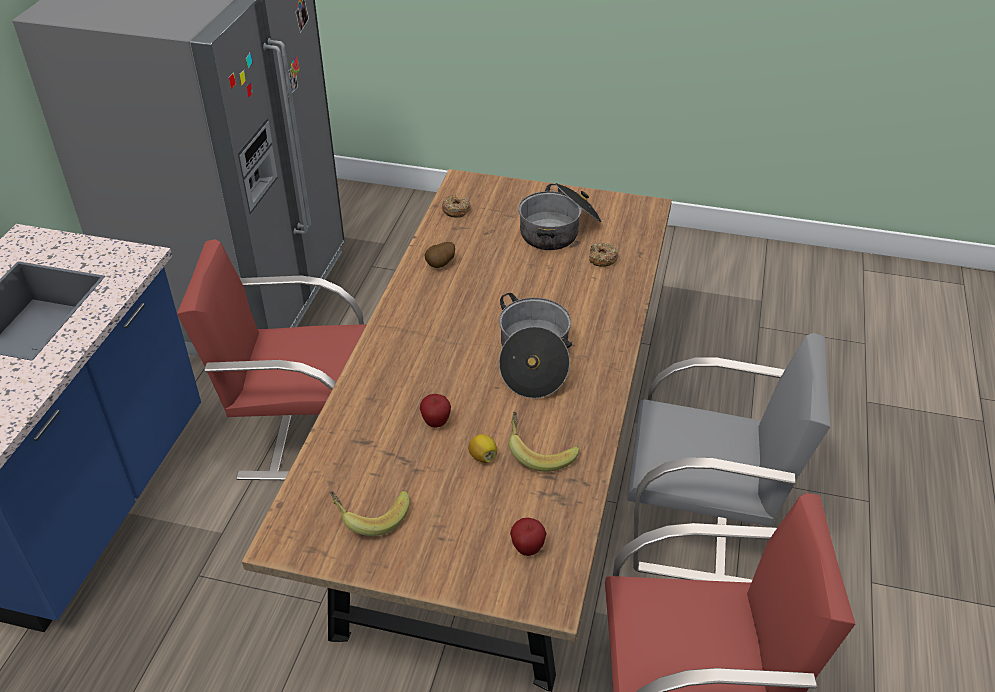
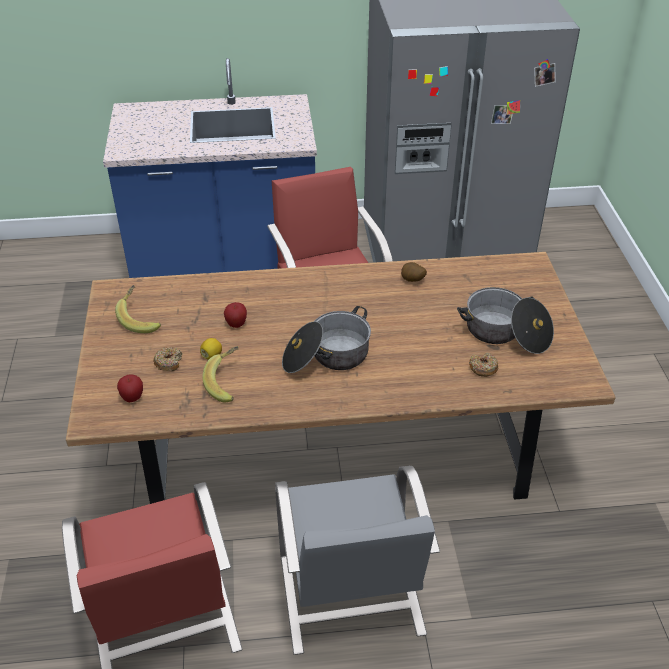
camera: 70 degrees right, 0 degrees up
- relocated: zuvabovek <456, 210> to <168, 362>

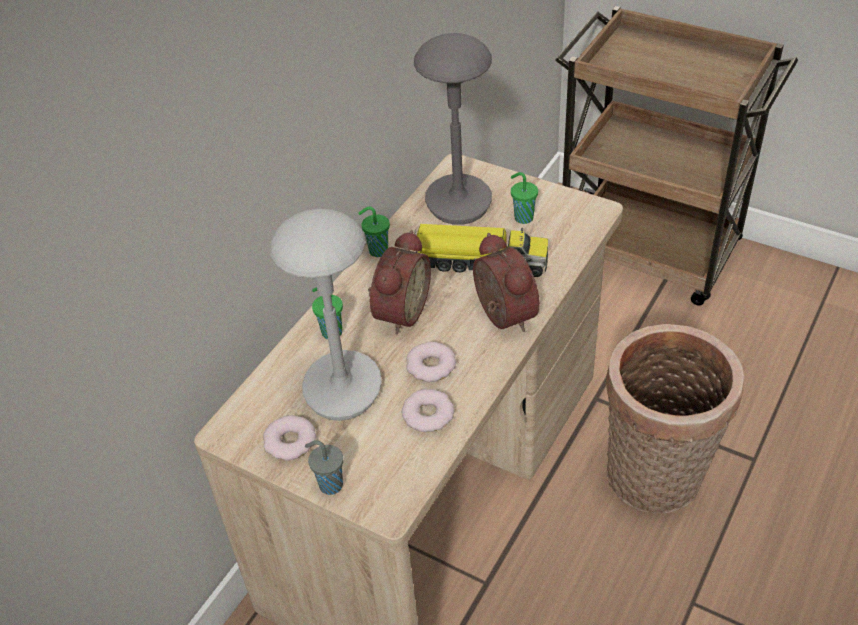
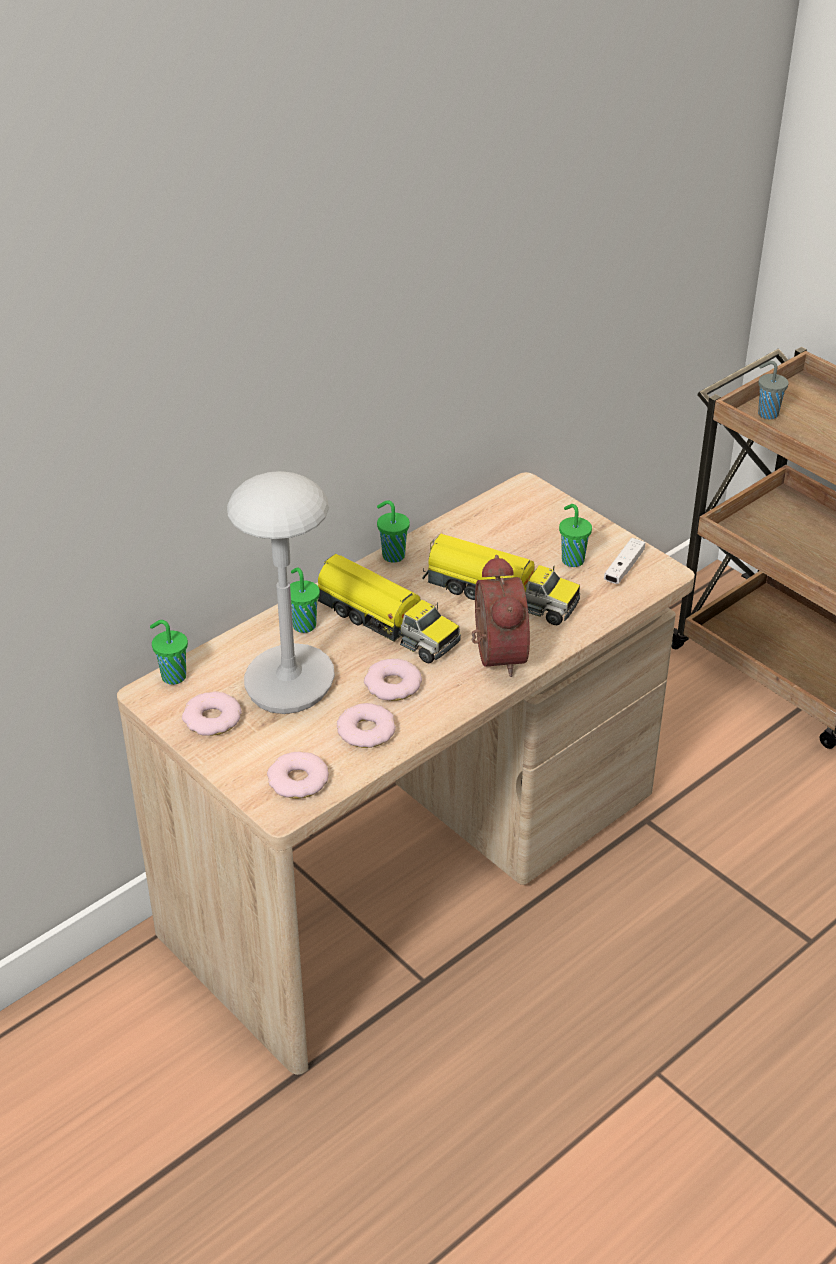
camera: 15 degrees right, 5 degrees down
- appeared: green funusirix <172, 676>
- appeared: zuvabovek <298, 781>
- exchanged: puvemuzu <399, 311> to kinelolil <385, 623>
- appeared: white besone <624, 568>
- relocated: grey funusirix <329, 485> to <766, 413>
- missing: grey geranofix <459, 202>
- missing: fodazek <656, 480>

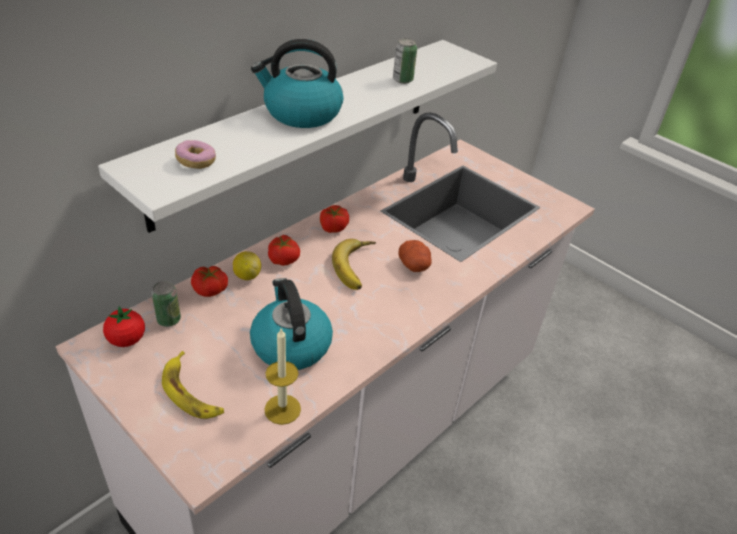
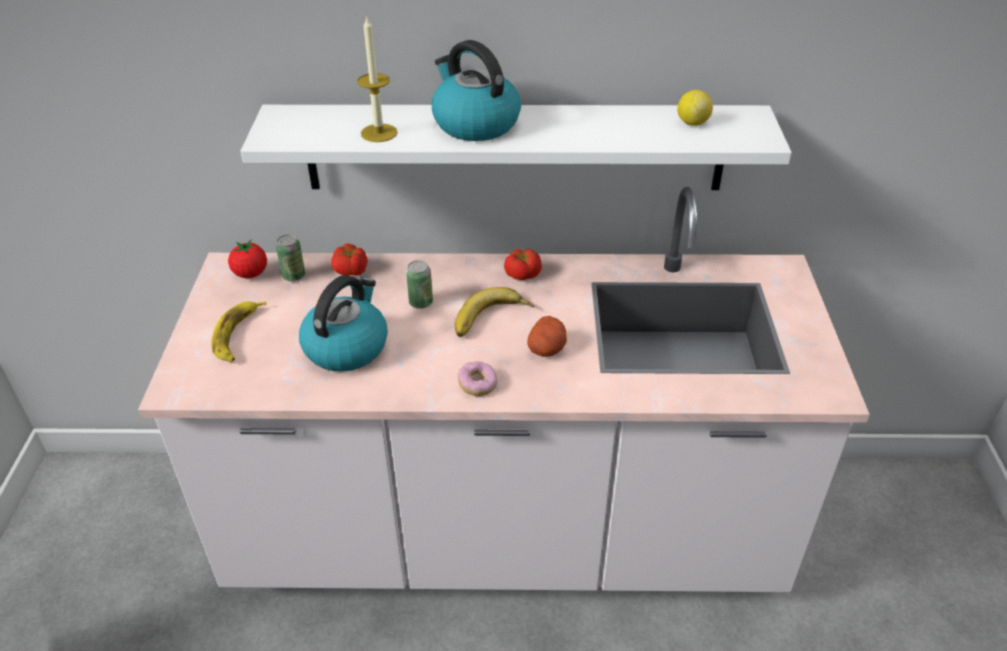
camera: 50 degrees right, 0 degrees up
- relocated: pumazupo <282, 409> to <379, 133>
- relocated: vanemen <402, 80> to <421, 302>
- relocated: zuvabovek <196, 162> to <477, 385>
- relocated: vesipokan <247, 275> to <692, 122>
- missing: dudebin <284, 259>

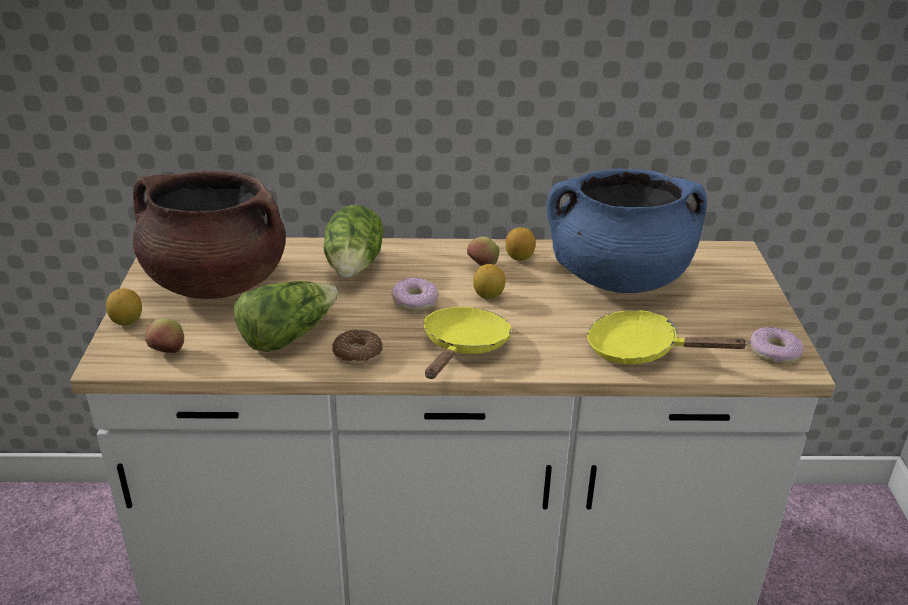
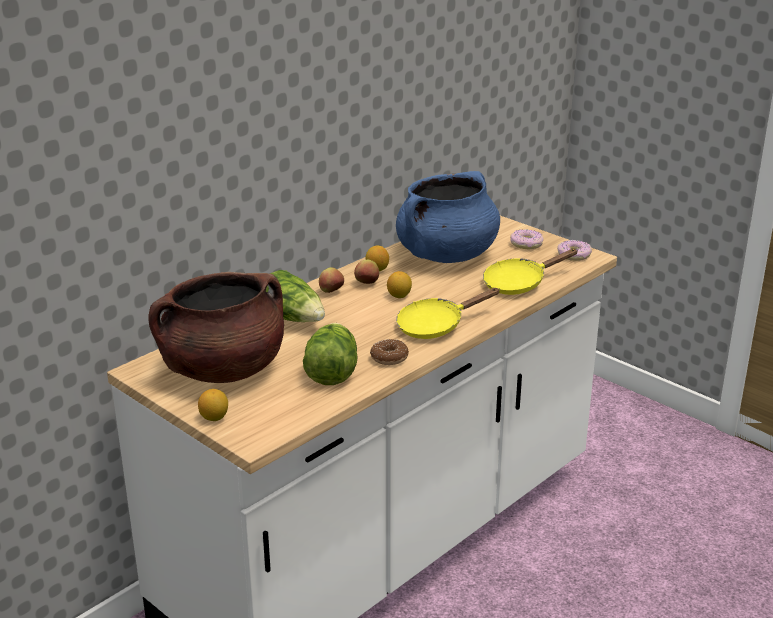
camera: 45 degrees left, 5 degrees down
- relocated: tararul <168, 352> to <331, 292>
- spun: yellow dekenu <463, 347> = <436, 326> 90 degrees counterclockwise
- relocated: zuvabovek <415, 301> to <526, 244>

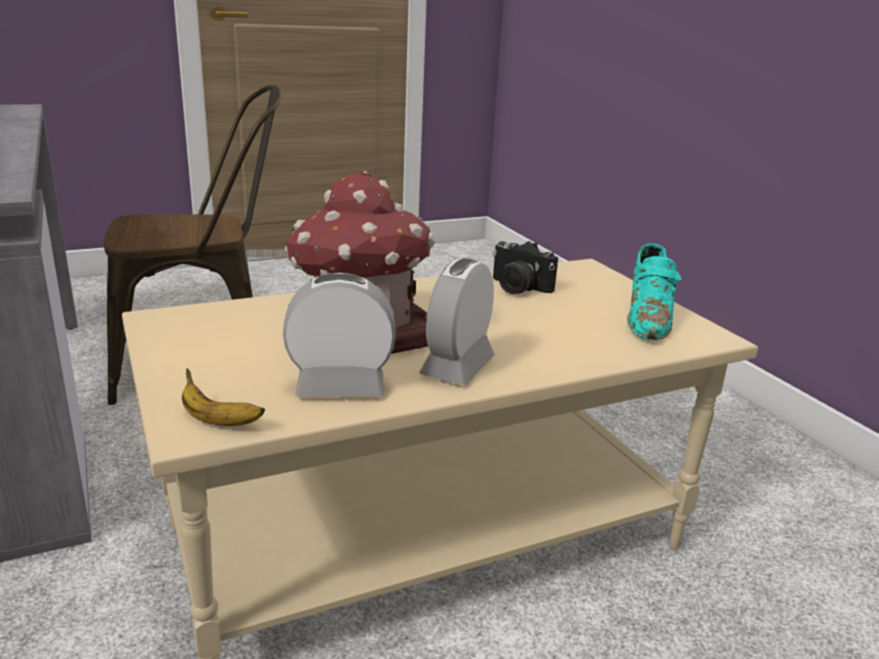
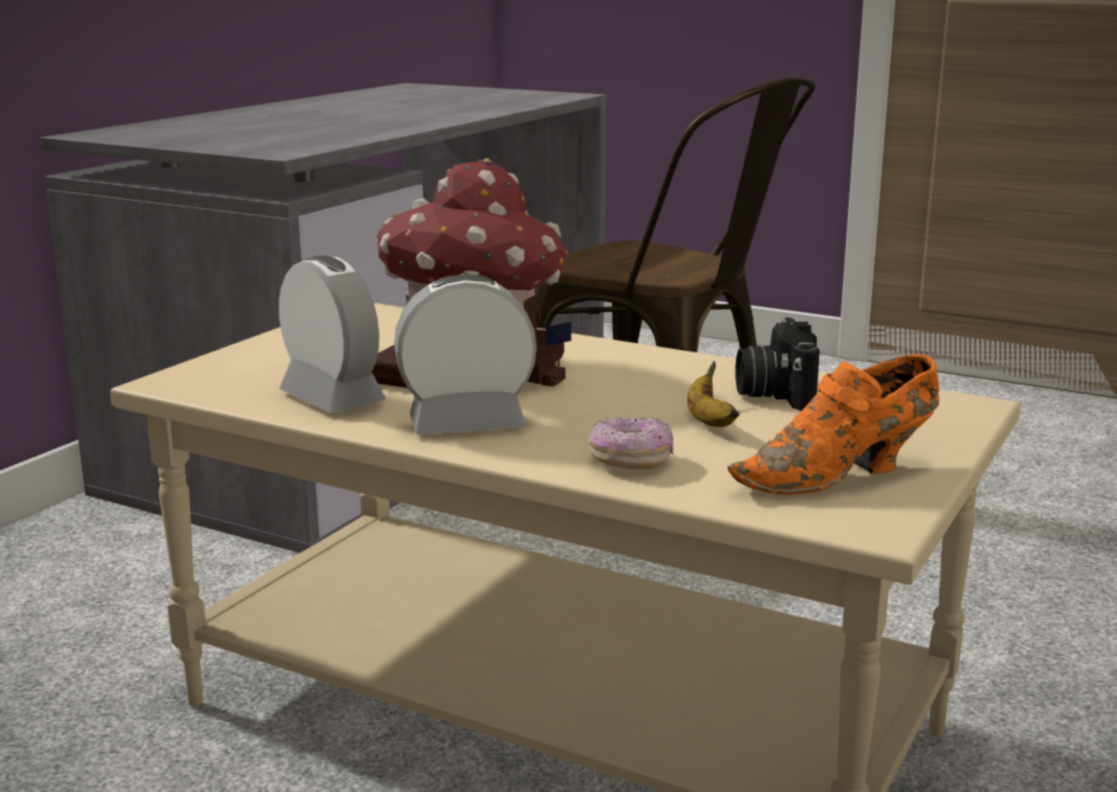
camera: 55 degrees right, 5 degrees down
- appeared: zuvabovek <630, 462>
- relocated: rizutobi <217, 421> to <709, 421>
- colour: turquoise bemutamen <648, 319> to orange bemutamen <841, 476>

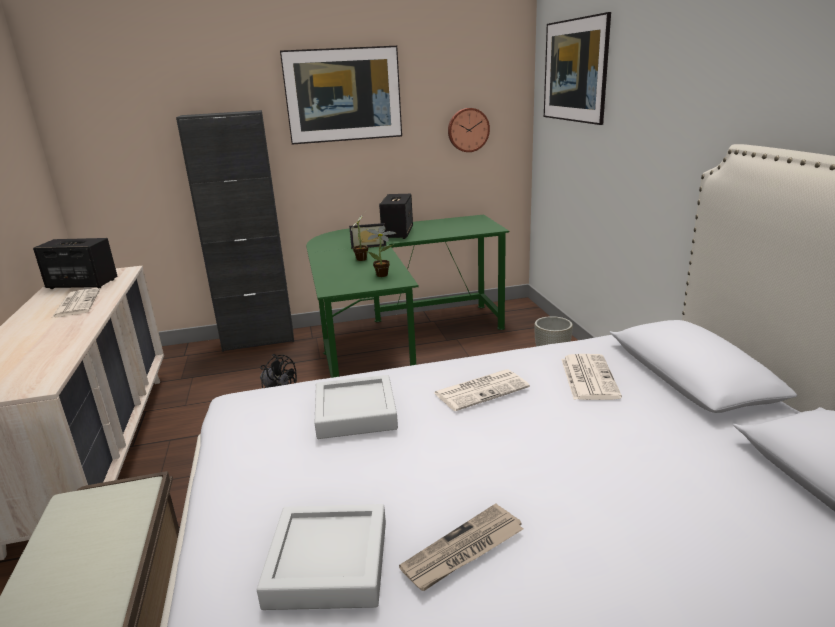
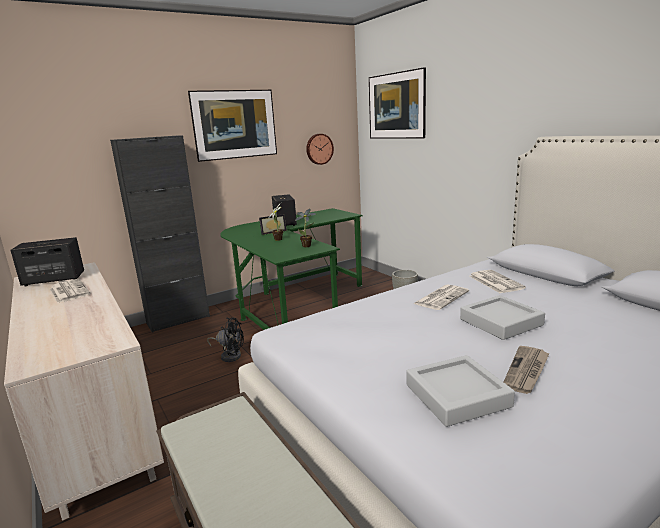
camera: 20 degrees left, 5 degrees down
- relocated: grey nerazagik <355, 413> to <501, 322>

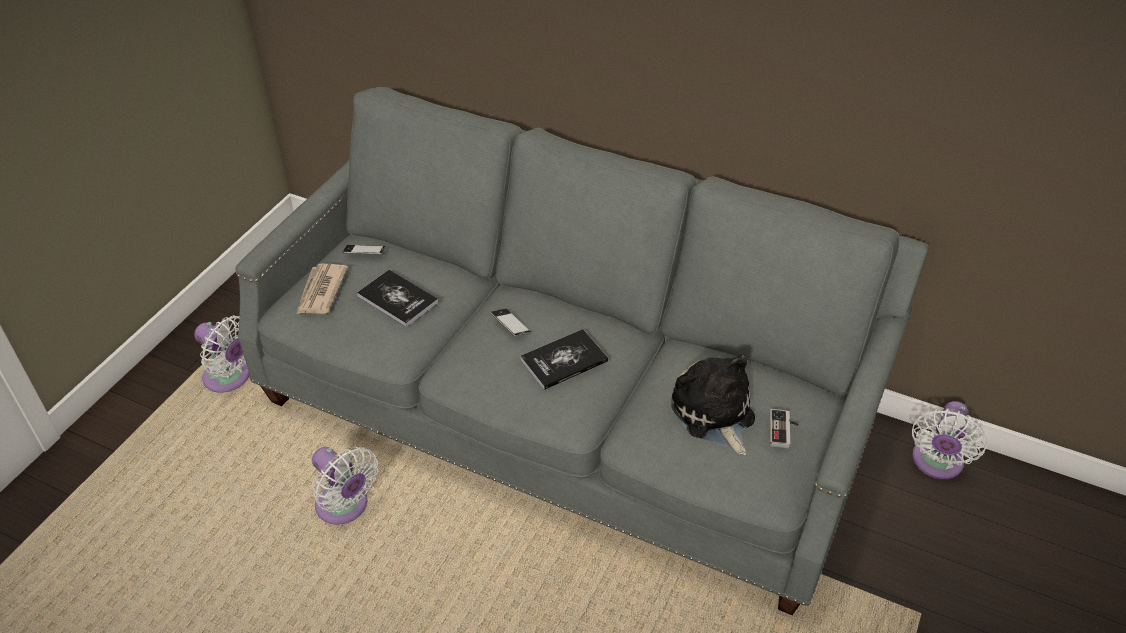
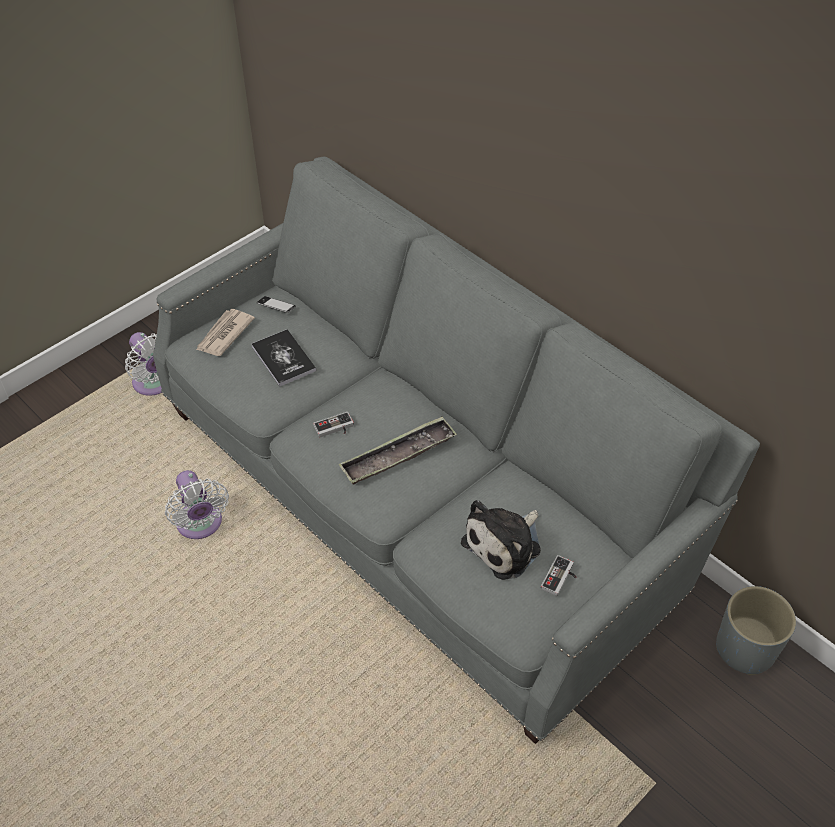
camera: 20 degrees right, 5 degrees up
- appeared: besone <335, 429>
- exchanged: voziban <564, 360> to nerazagik <398, 455>
- spun: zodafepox <714, 414> = <505, 544> 135 degrees counterclockwise
- exchanged: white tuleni <936, 463> to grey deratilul <746, 648>
- missing: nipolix <510, 325>

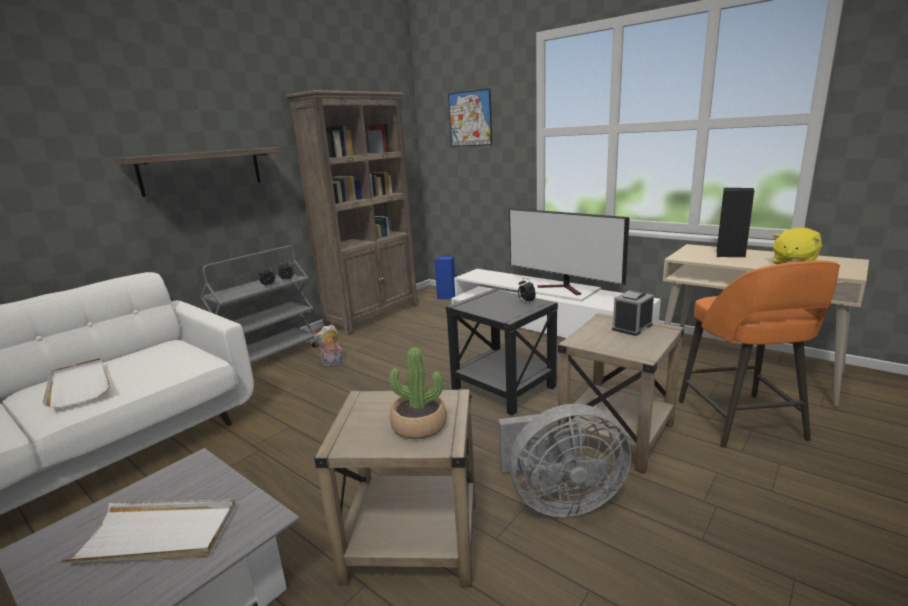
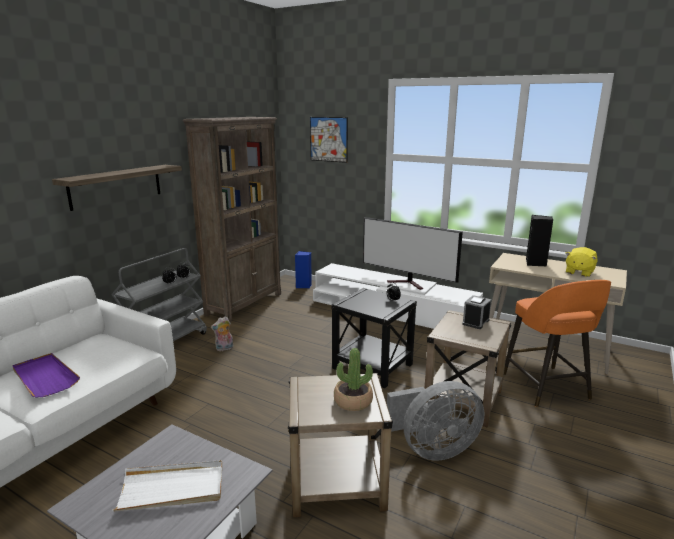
camera: 10 degrees left, 0 degrees up
- colour: white nerazagik <79, 385> to purple nerazagik <45, 377>

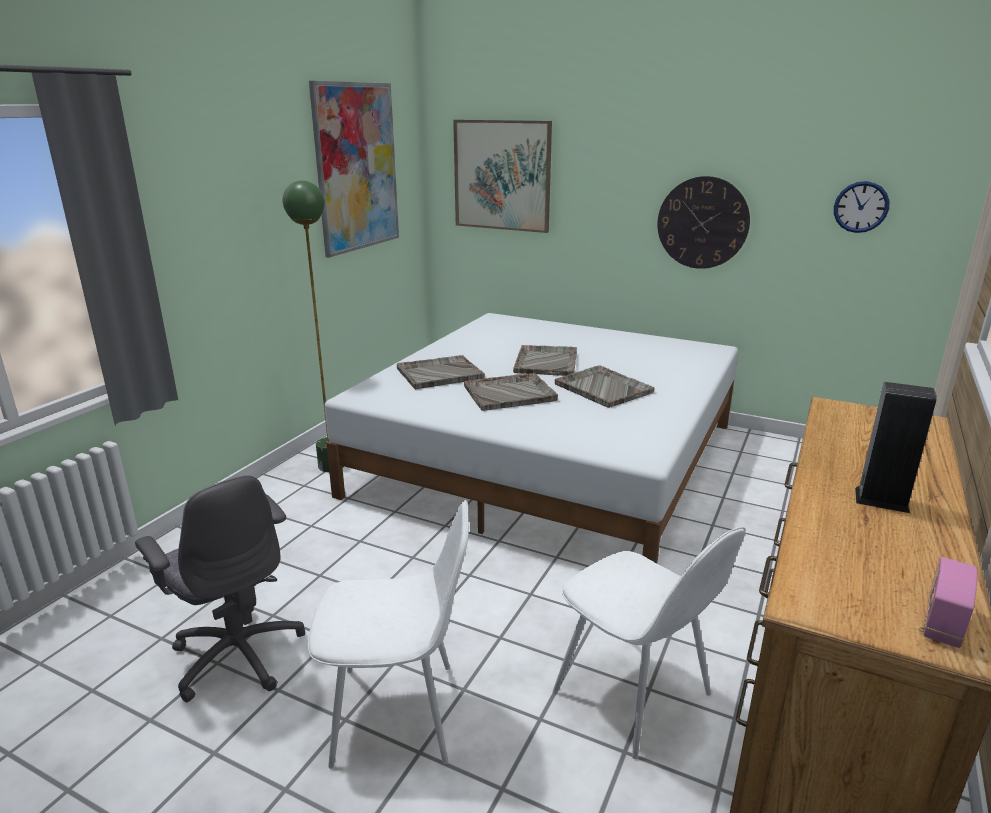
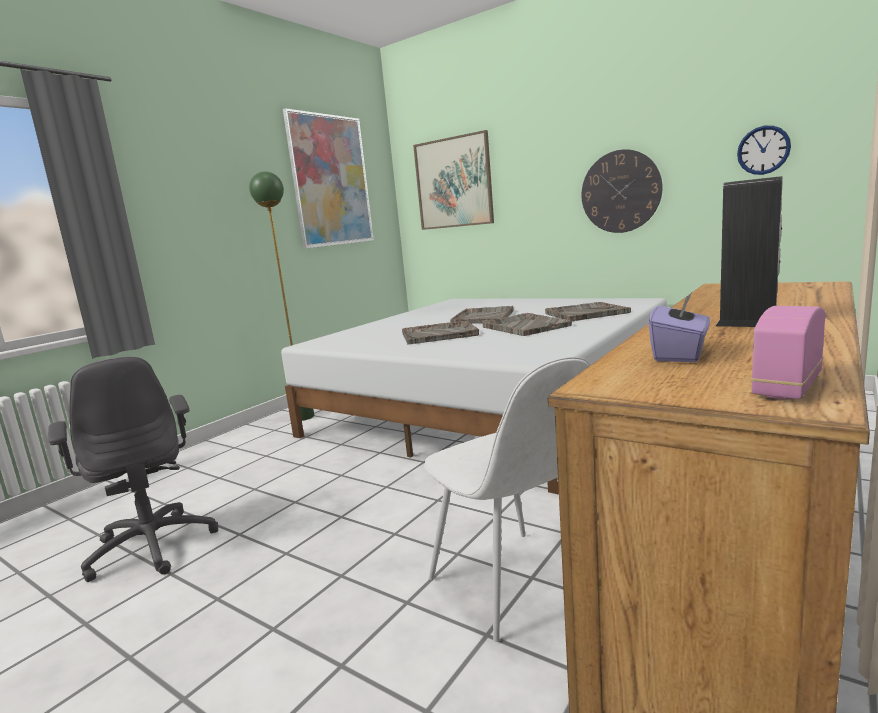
camera: 10 degrees right, 10 degrees down
- relocated: grey nerazagik <439, 374> to <585, 313>
- appeared: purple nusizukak <680, 354>
- missing: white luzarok <399, 714>

